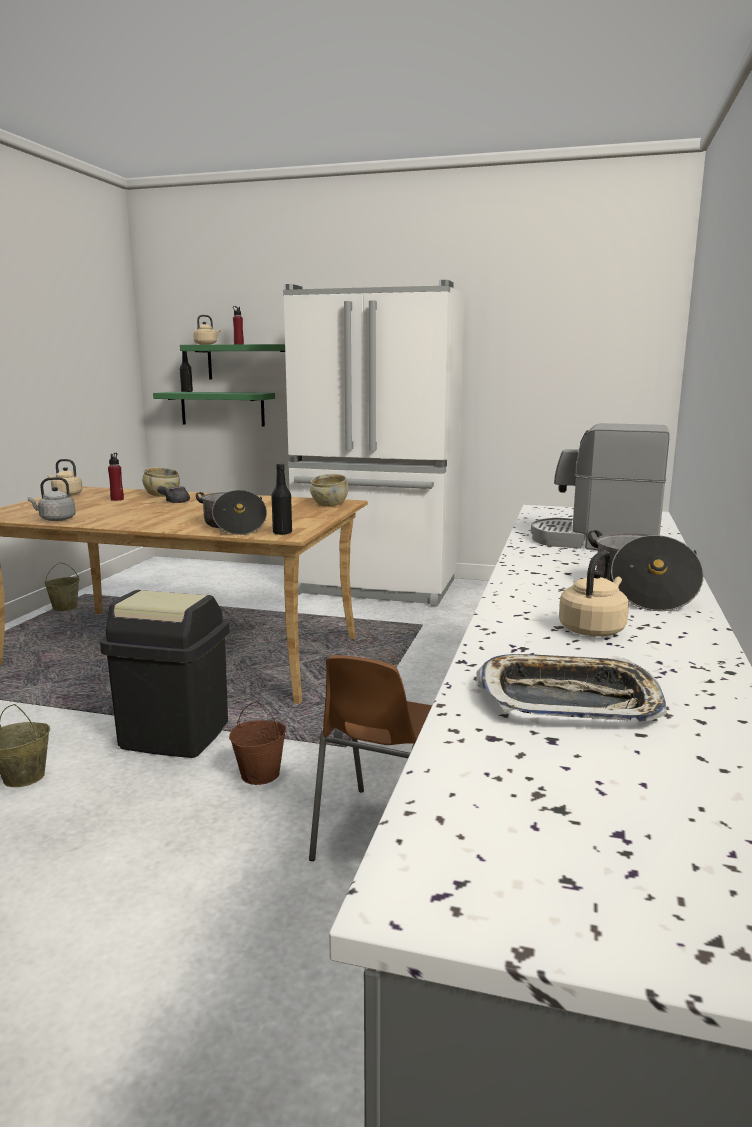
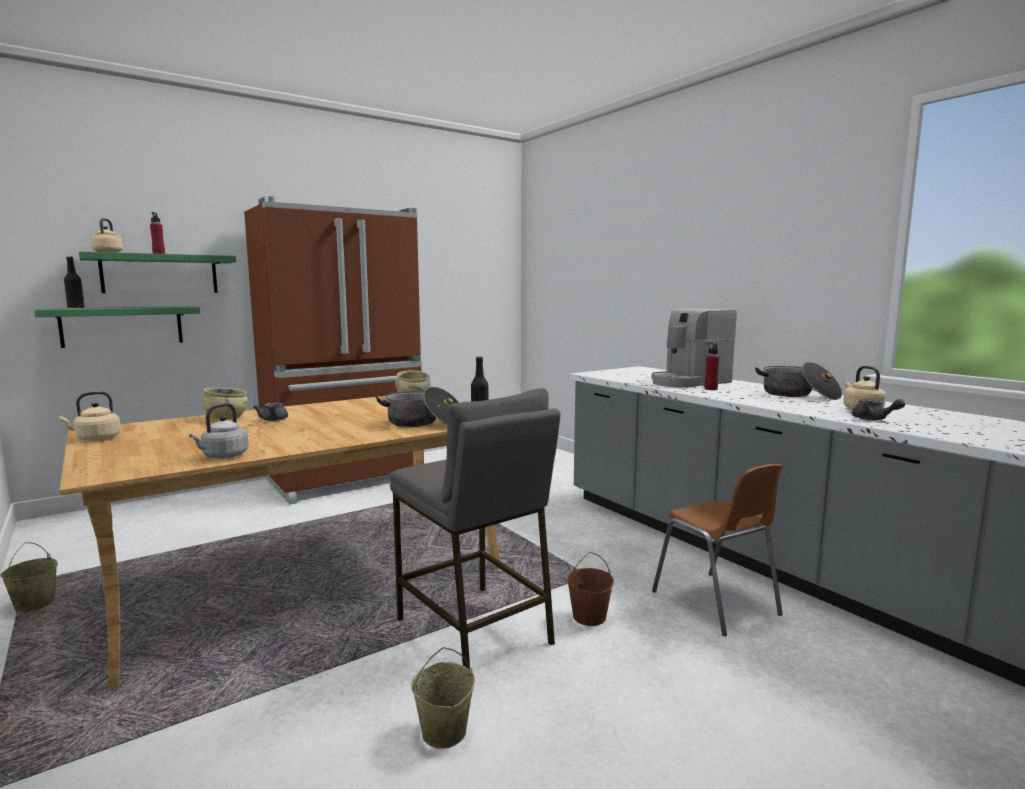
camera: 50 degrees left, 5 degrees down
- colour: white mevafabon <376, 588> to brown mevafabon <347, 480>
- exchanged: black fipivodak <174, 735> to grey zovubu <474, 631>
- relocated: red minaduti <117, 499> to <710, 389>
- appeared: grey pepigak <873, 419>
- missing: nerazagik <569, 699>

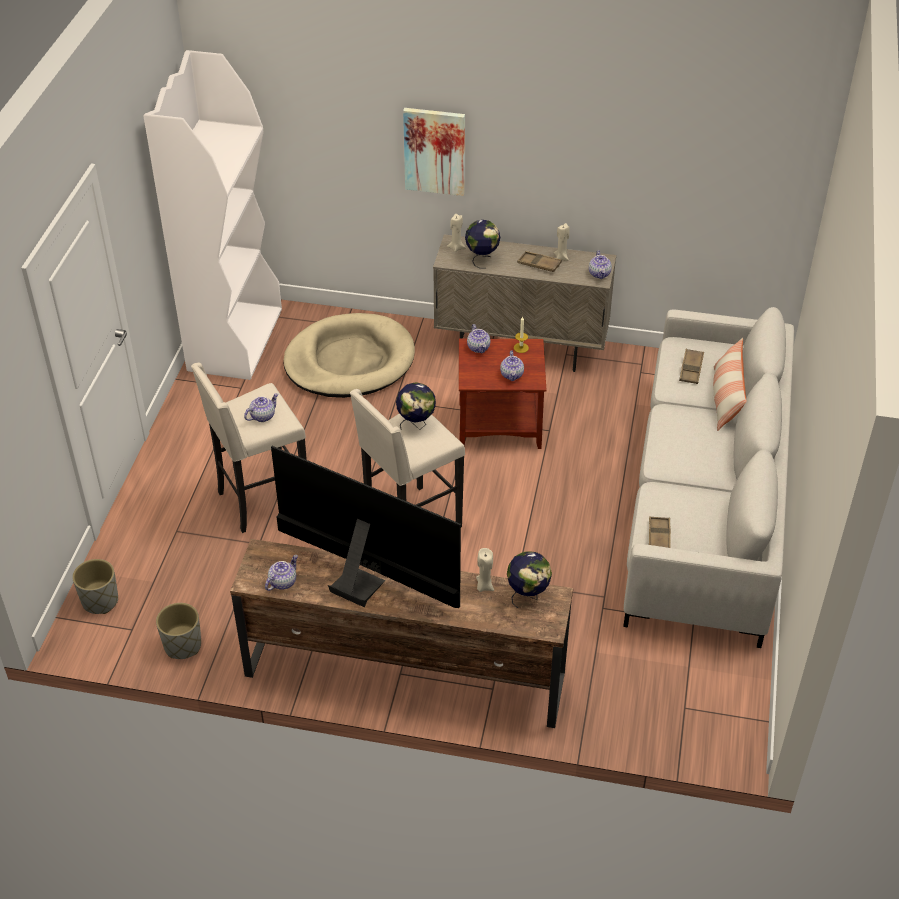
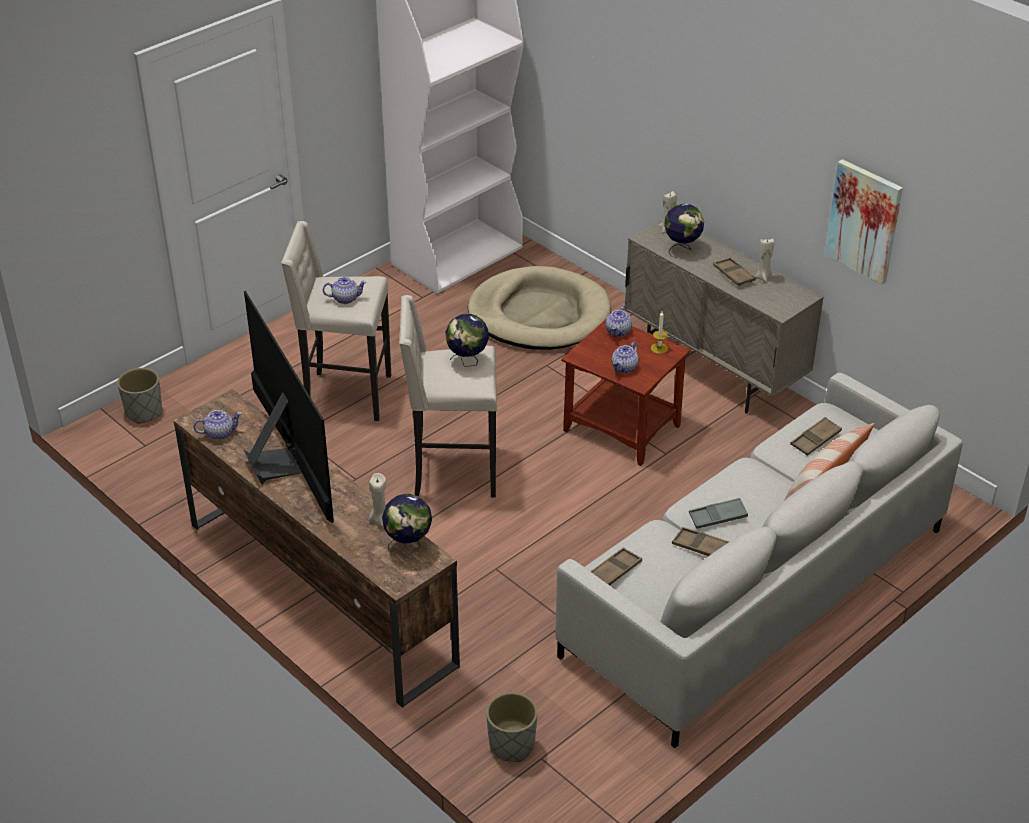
camera: 35 degrees right, 5 degrees down
- relocated: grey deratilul <182, 646> to <511, 745>
- appeared: brown nerazagik <701, 547>
- appeared: grey nerazagik <717, 517>
- relocated: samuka <435, 151> to <864, 221>
- missing: pepigak <599, 274>

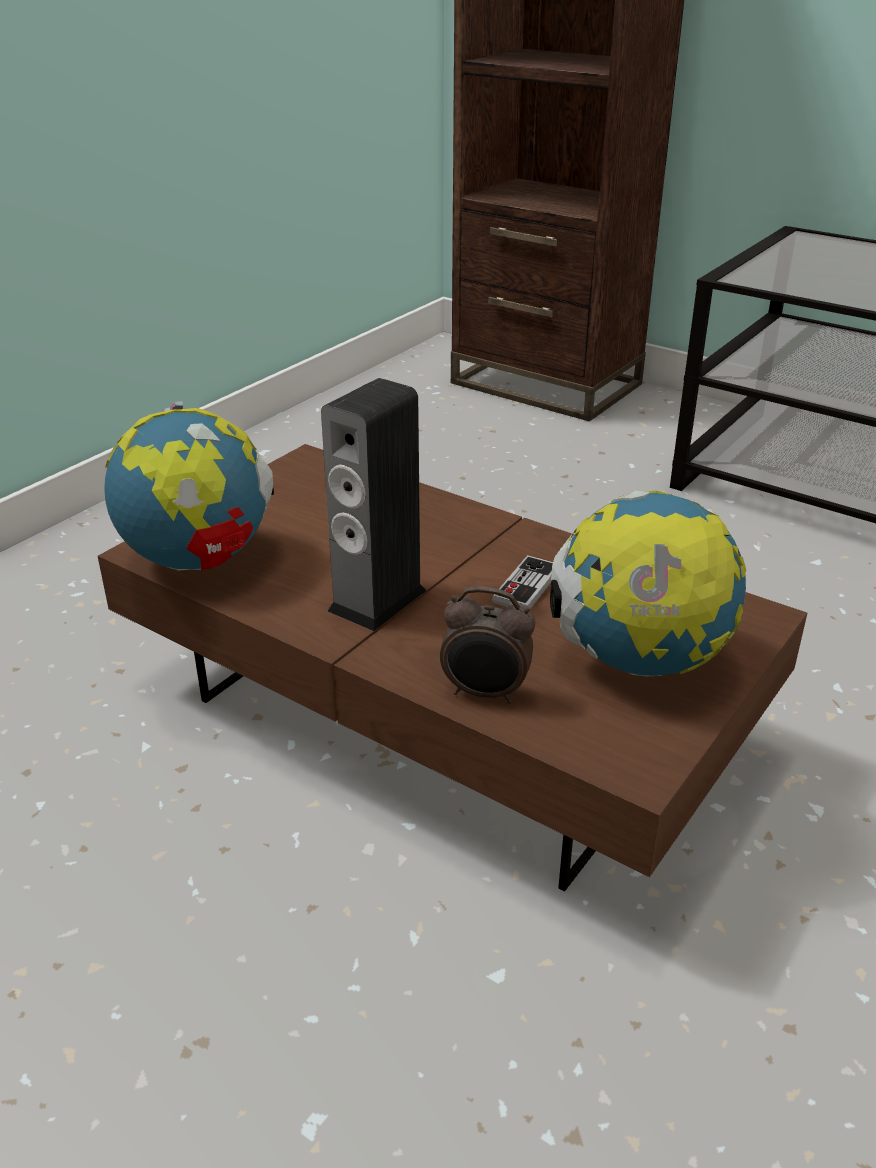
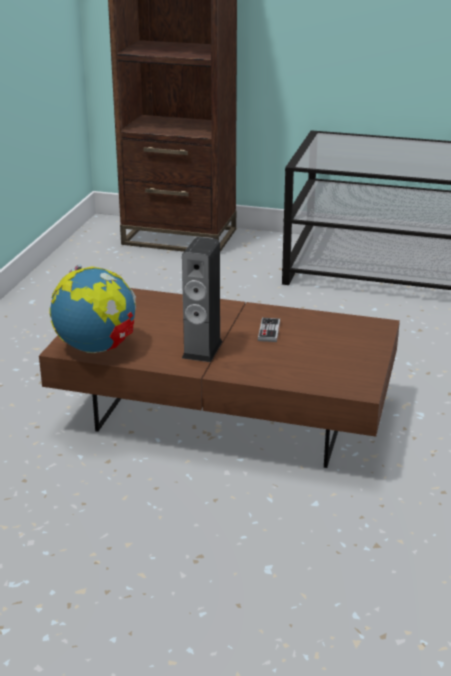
camera: 20 degrees left, 5 degrees down
- missing: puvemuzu <485, 693>
- missing: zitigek <638, 660>

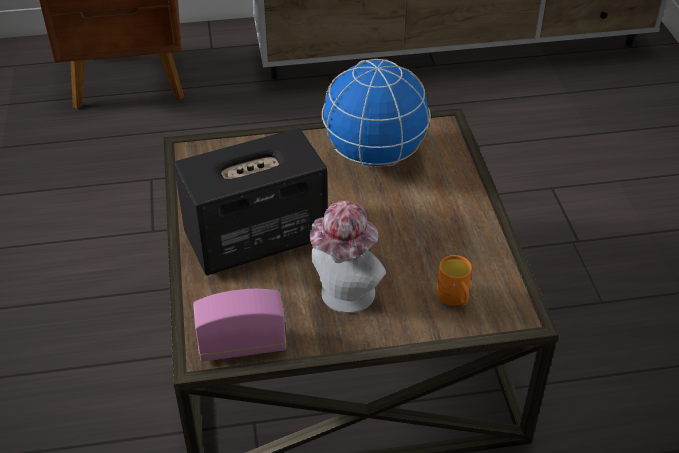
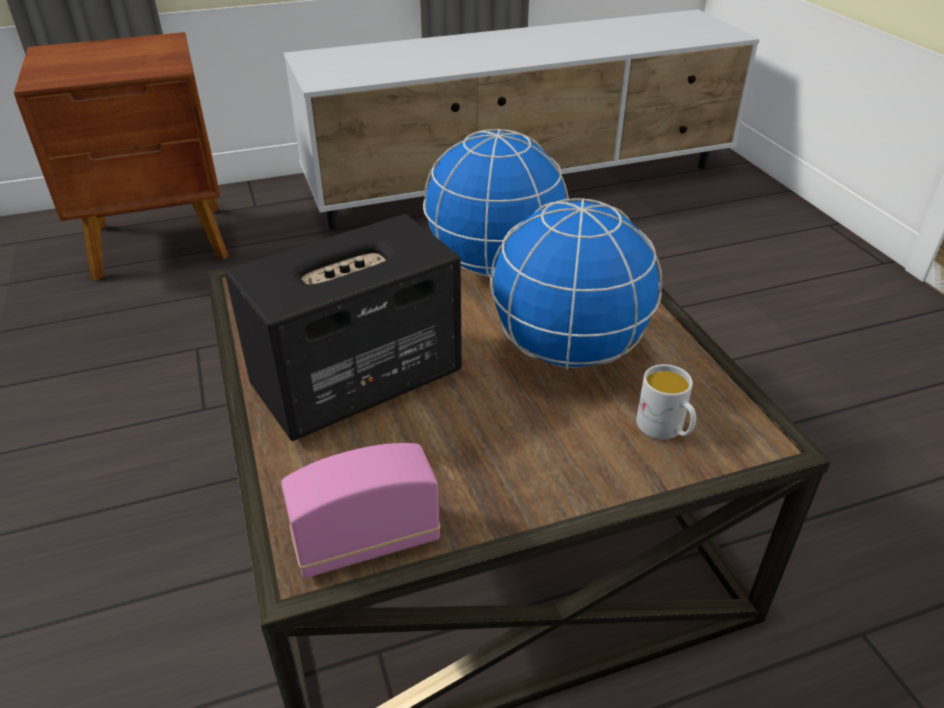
camera: 10 degrees left, 5 degrees down
- appeared: zitigek <567, 352>
- colour: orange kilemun <455, 299> to white kilemun <665, 429>
- missing: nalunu <344, 298>

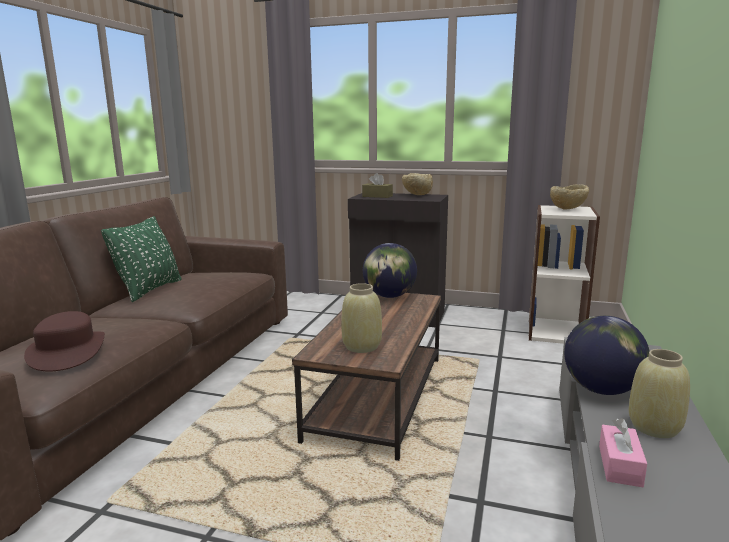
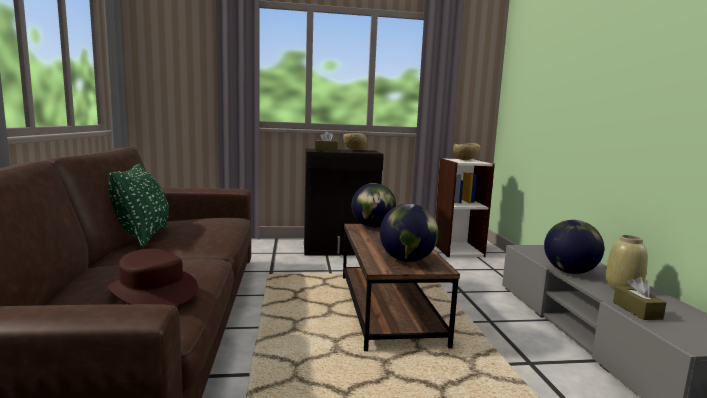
camera: 25 degrees left, 5 degrees down
- exchanged: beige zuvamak <362, 346> to zitigek <407, 260>
- colour: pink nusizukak <620, 465> to brown nusizukak <637, 310>

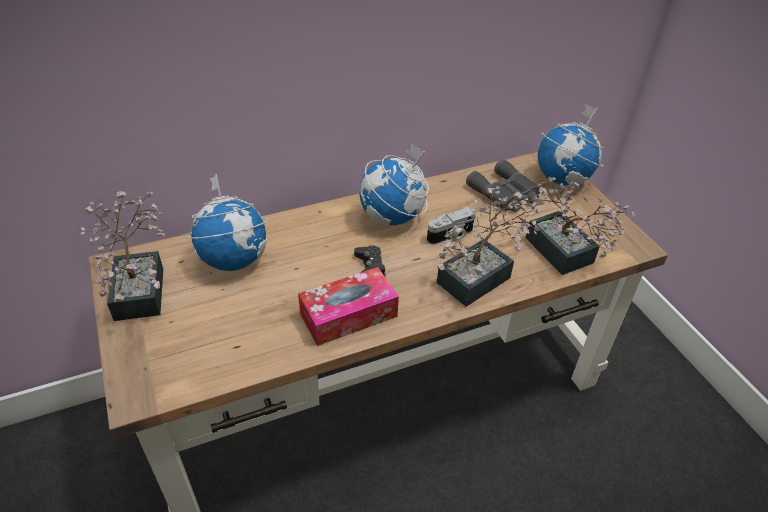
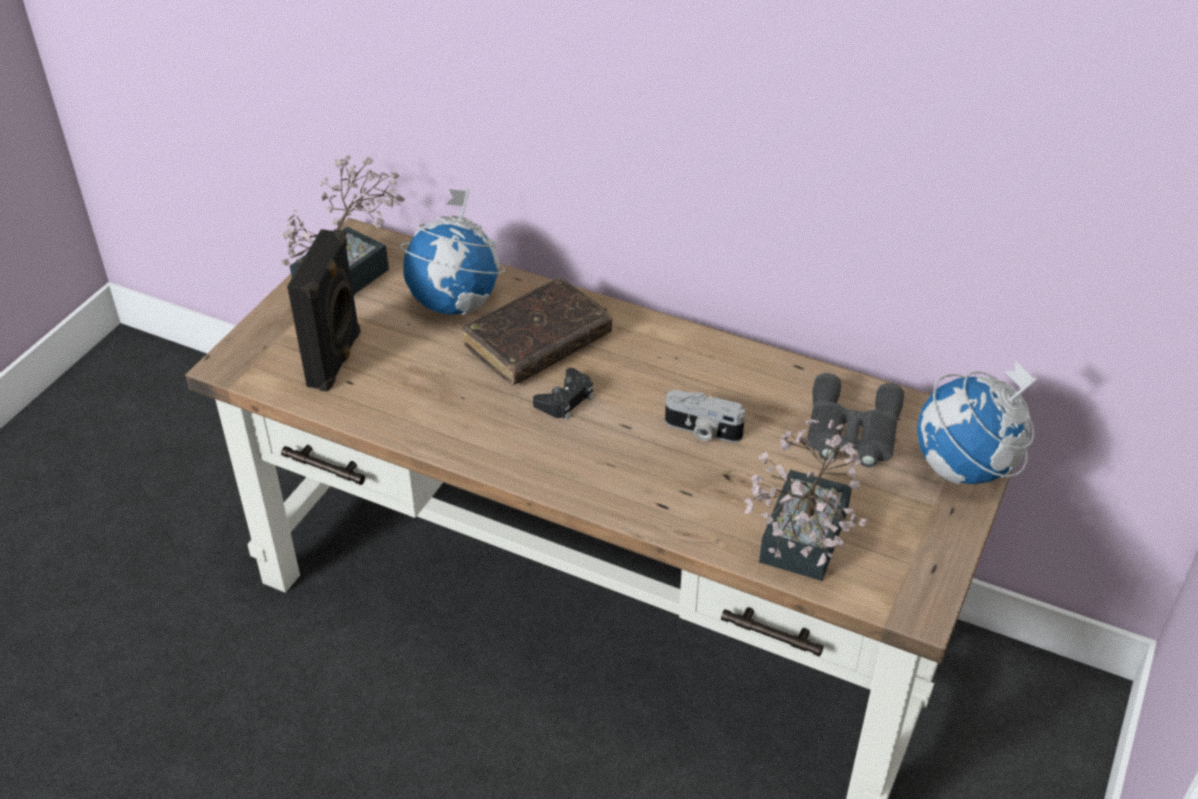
camera: 50 degrees right, 0 degrees up
- appeared: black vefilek <336, 360>
- appeared: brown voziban <538, 343>
- missing: nusizukak <348, 315>
- missing: zitigek <392, 218>
- missing: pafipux <480, 277>

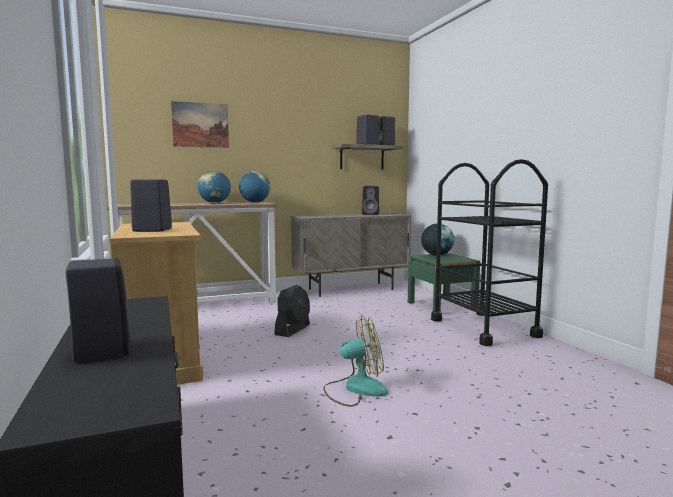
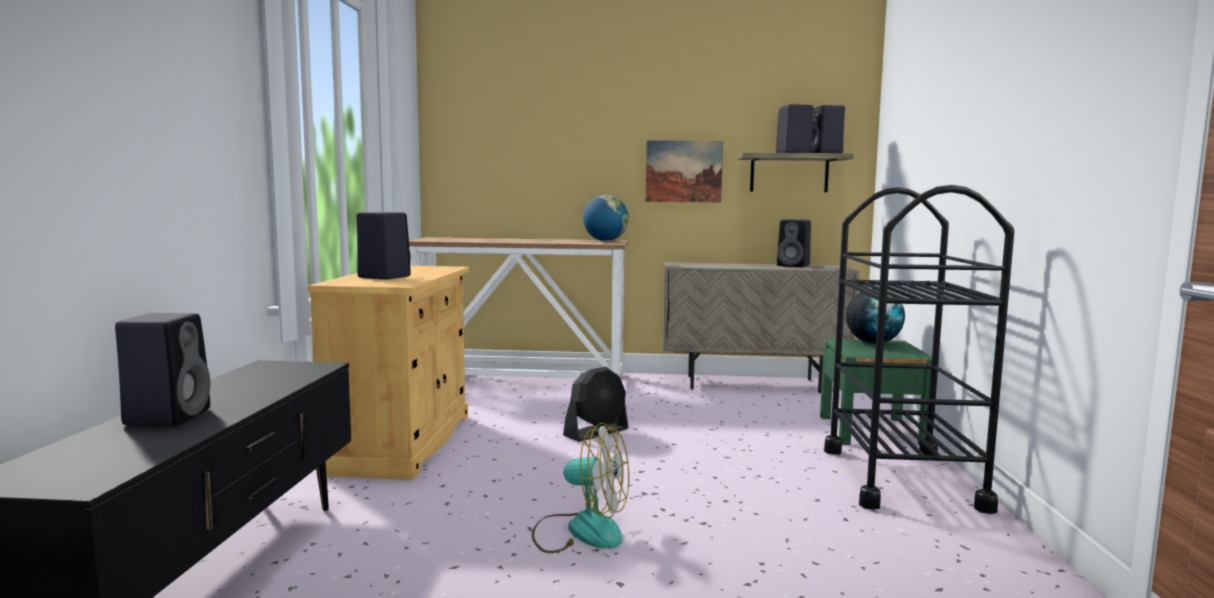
camera: 25 degrees right, 0 degrees up
- relocated: samuka <200, 125> to <683, 171>
- missing: zitigek <214, 203>

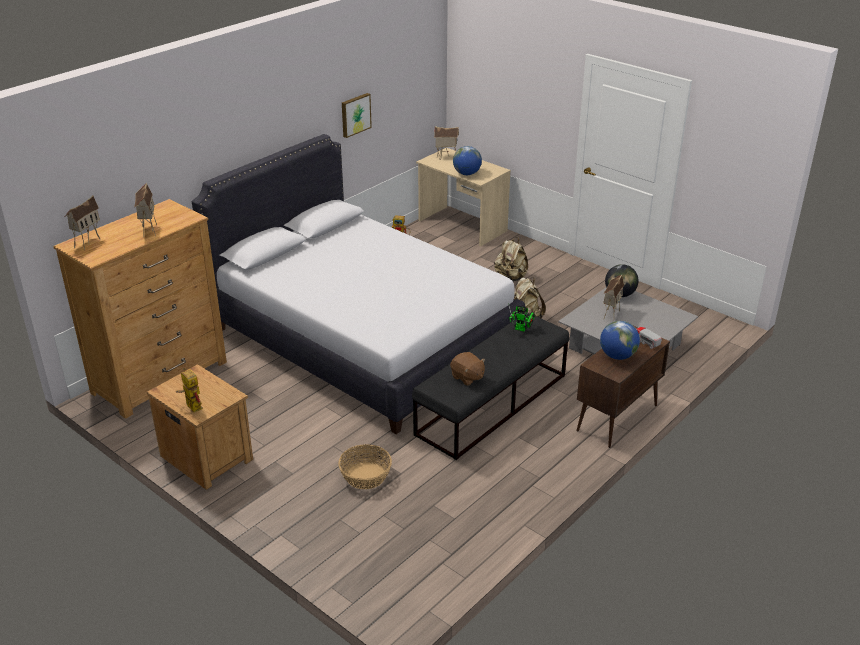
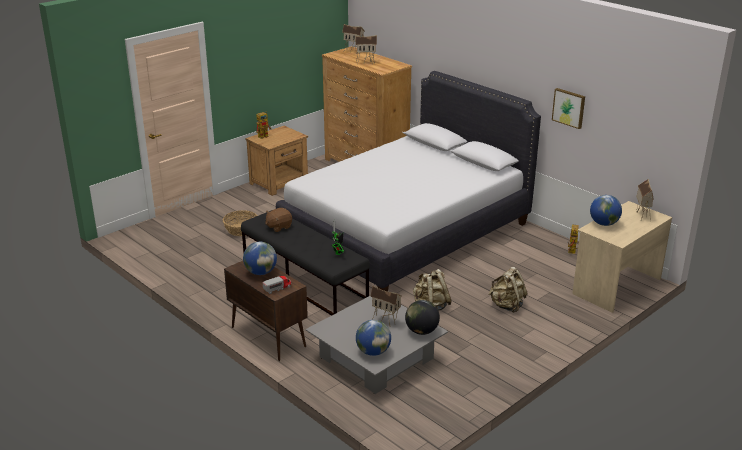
camera: 95 degrees right, 5 degrees down
- appeared: zitigek <373, 352>

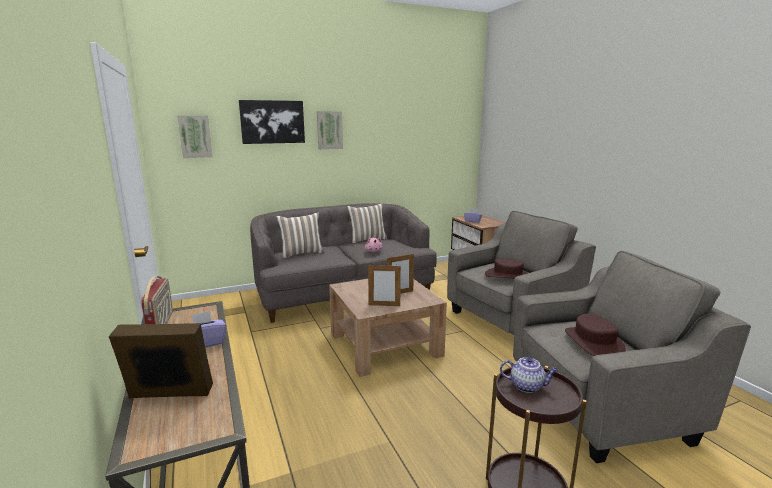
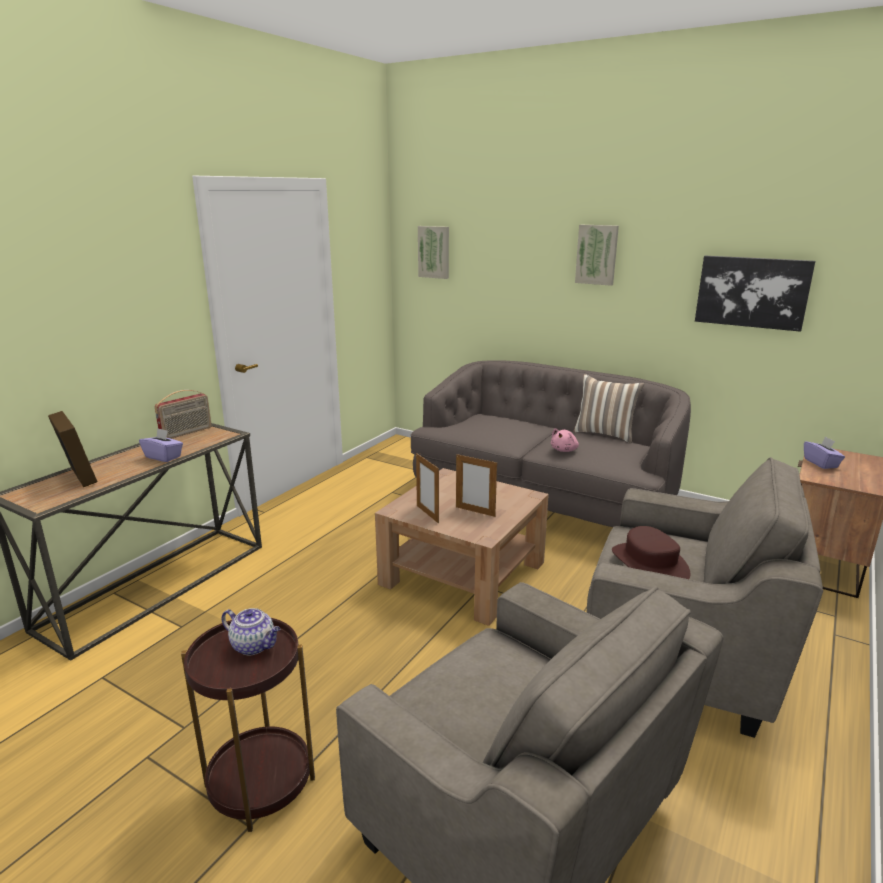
camera: 55 degrees right, 5 degrees up
- spun: pepigak <527, 386> = <254, 646> 45 degrees counterclockwise
- relocated: samuka <272, 122> to <752, 292>
- missing: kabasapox <301, 253>
- missing: brown nalunu <594, 342>

